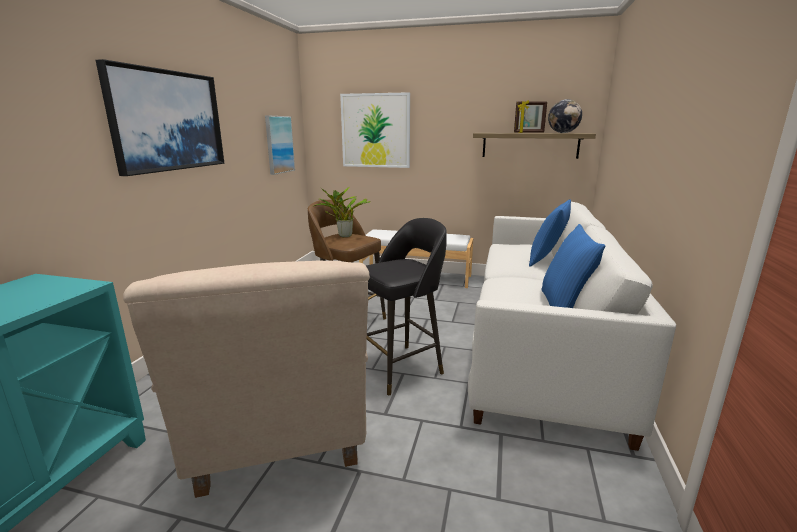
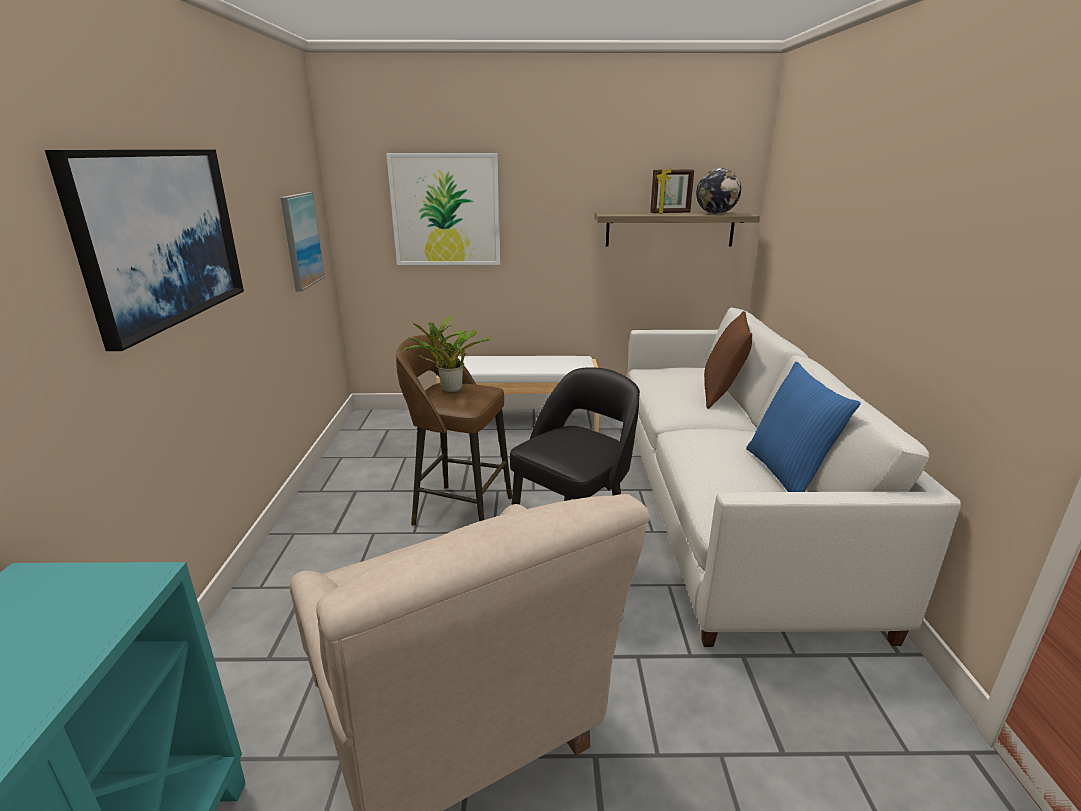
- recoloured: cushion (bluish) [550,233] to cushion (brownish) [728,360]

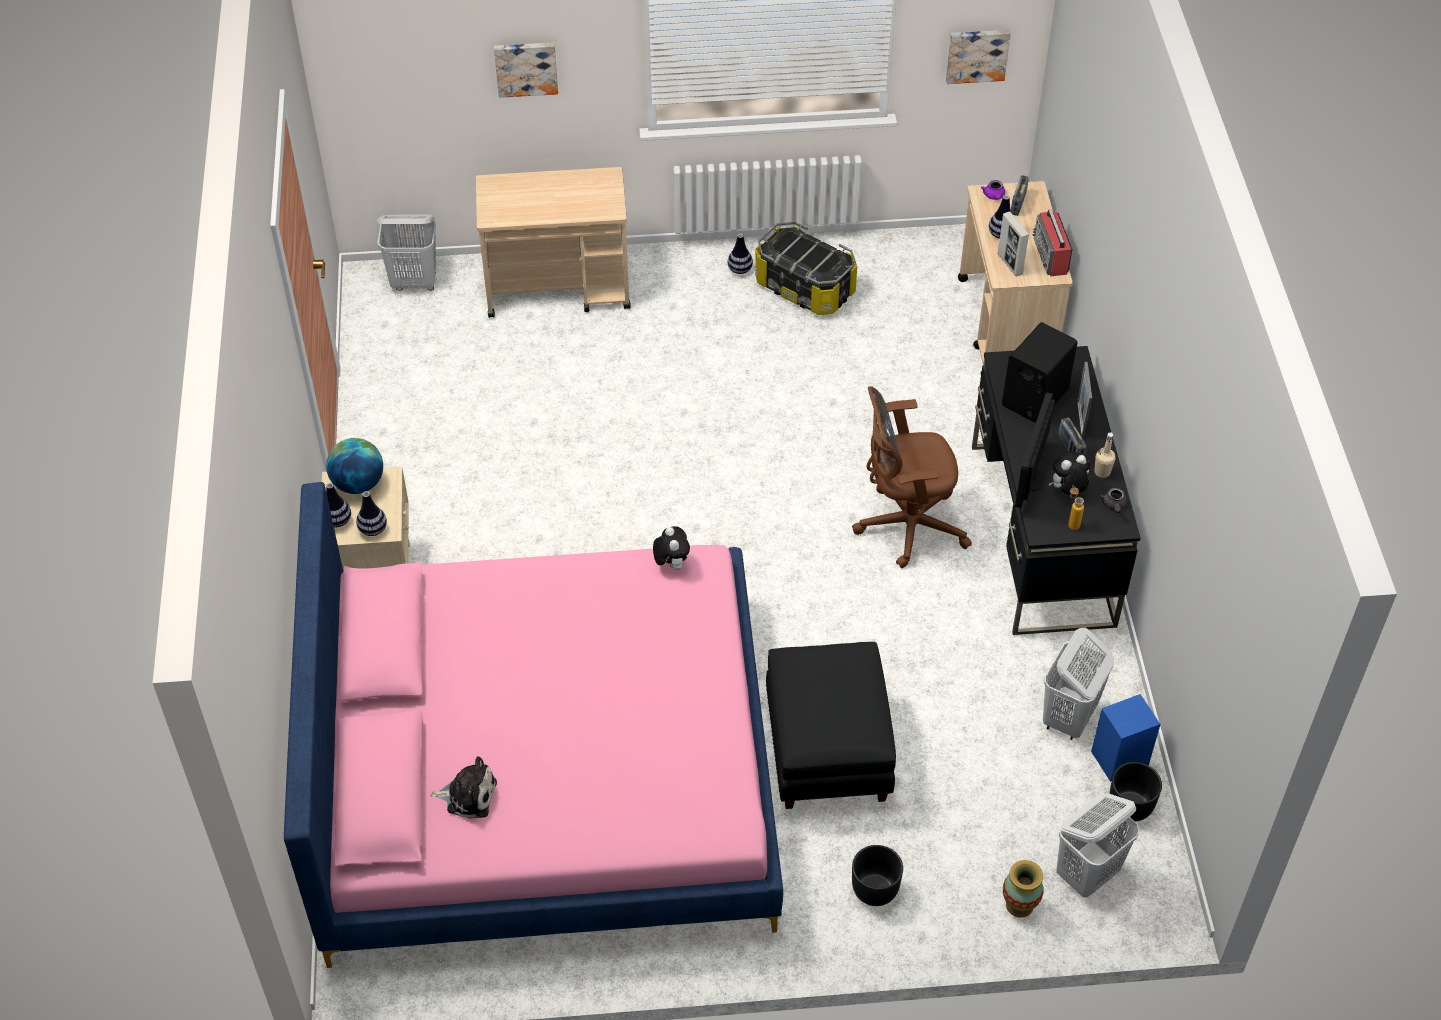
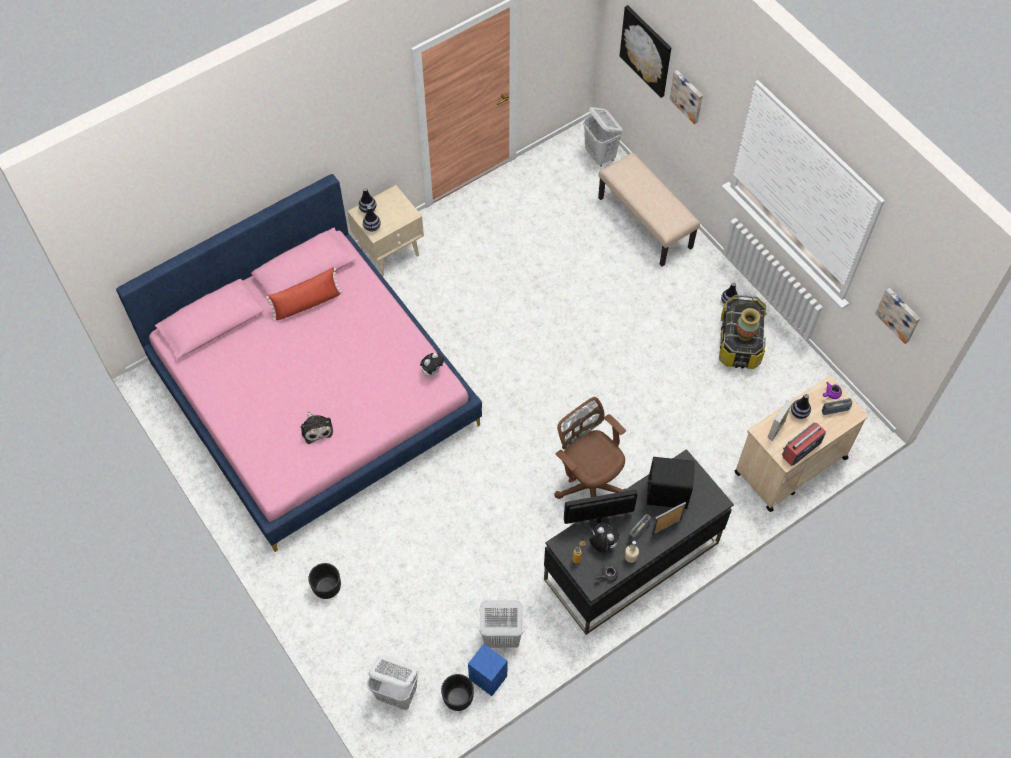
- added: cushion (red) [304,293]
- moved: plush toy [463,787] to [317,428]
- replaced: cart (sand-coloured) [553,242] to bench (sand-coloured) [649,209]
- added: wall art [645,51]
- moved: decorative vase [1023,889] to [748,324]
- removed: globe [354,466]
- removed: footrest (black) [831,725]

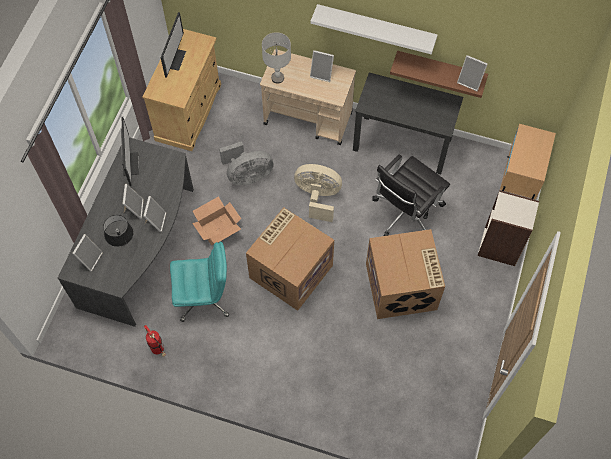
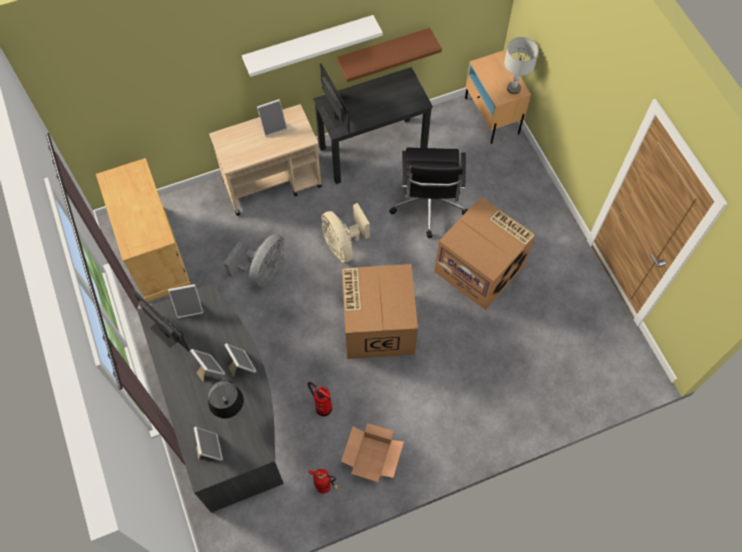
- moved: photo frame [472,73] to [185,301]
- replaced: computer chair (turquoise-coloured) [199,282] to fire-fighting cylinder [320,399]
- moved: computer screen [173,45] to [335,98]
- turned: cooling fan (sand-coloured) [318,193] = [345,233] 90 degrees counterclockwise
- moved: cardboard box [216,220] to [372,452]
- moved: tabletop lamp (greyish) [276,58] to [521,65]
- removed: bookshelf [508,228]

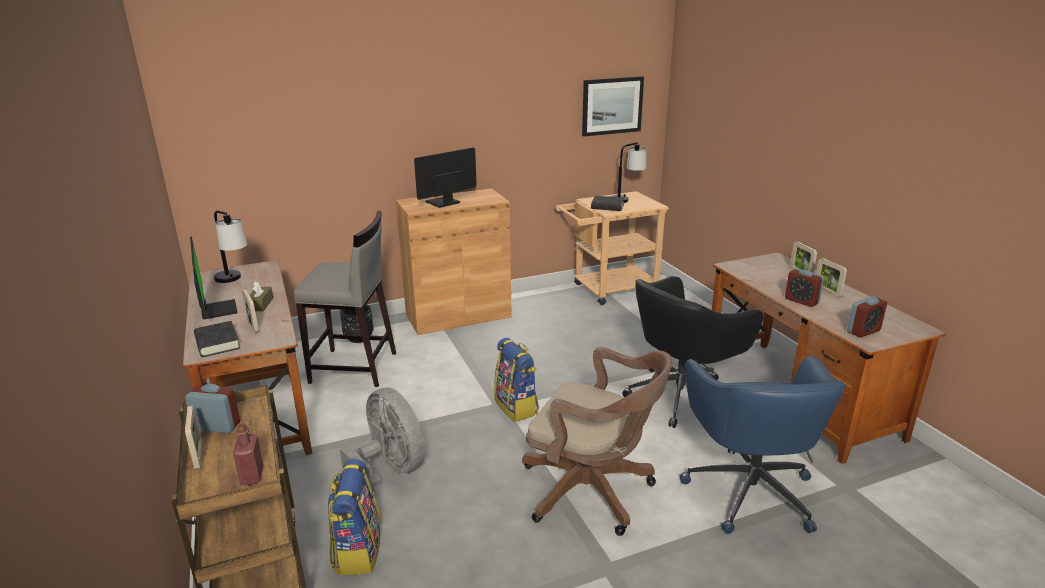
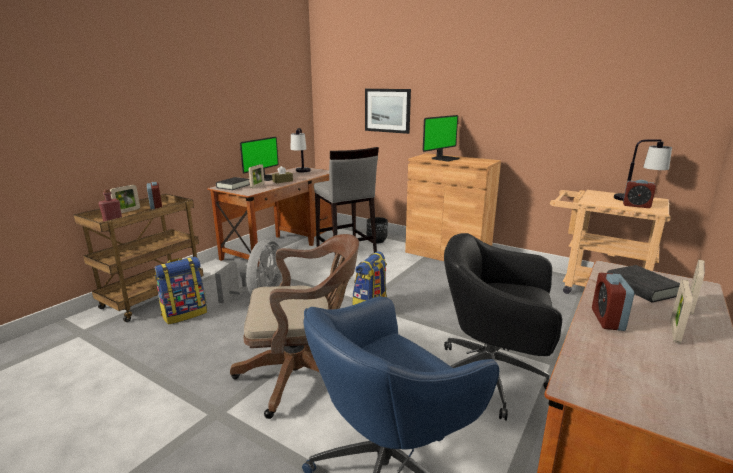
- turned: computer chair (brownish) [597,441] = [294,326] 90 degrees counterclockwise
- moved: wall art [613,106] to [388,111]
- turned: computer screen [445,177] = [441,138] 120 degrees clockwise
- moved: book (black) [607,203] to [643,283]
- moved: alarm clock [867,317] to [639,194]

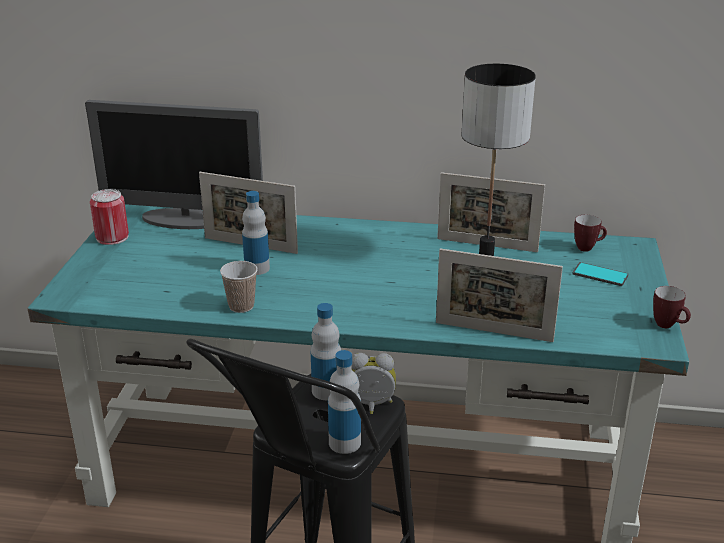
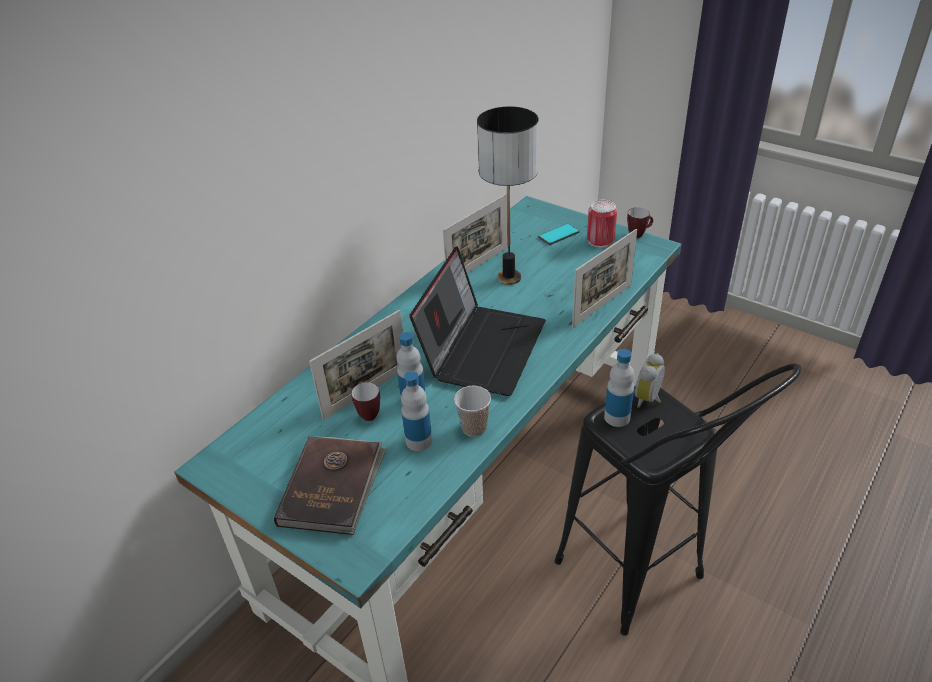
- added: book (brownish) [330,485]
- moved: coffee mug [590,233] to [365,401]
- moved: drink bottle [344,402] to [416,411]
- added: notebook computer [477,321]
- moved: sealed can [109,217] to [602,224]
- removed: computer screen [174,164]

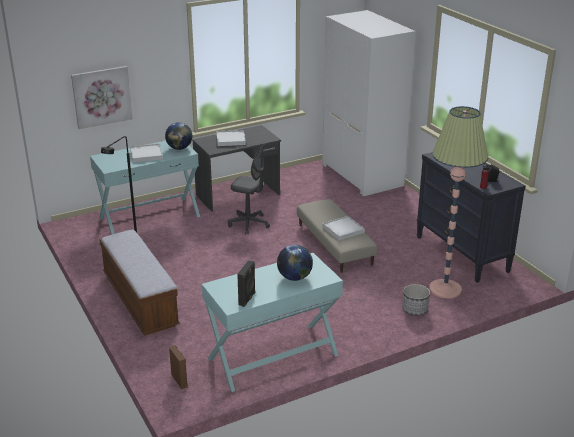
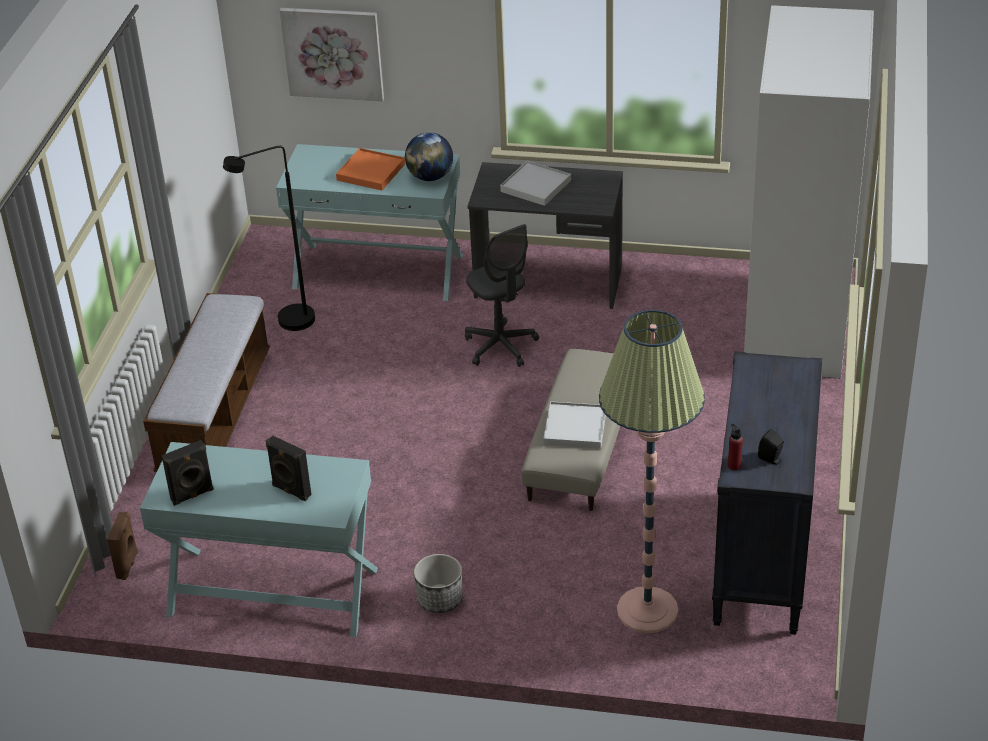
- replaced: globe [295,263] to loudspeaker (black) [289,468]
- recoloured: serving tray (white-coloured) [146,153] to serving tray (orangey) [370,169]
- moved: planter [416,300] to [438,583]

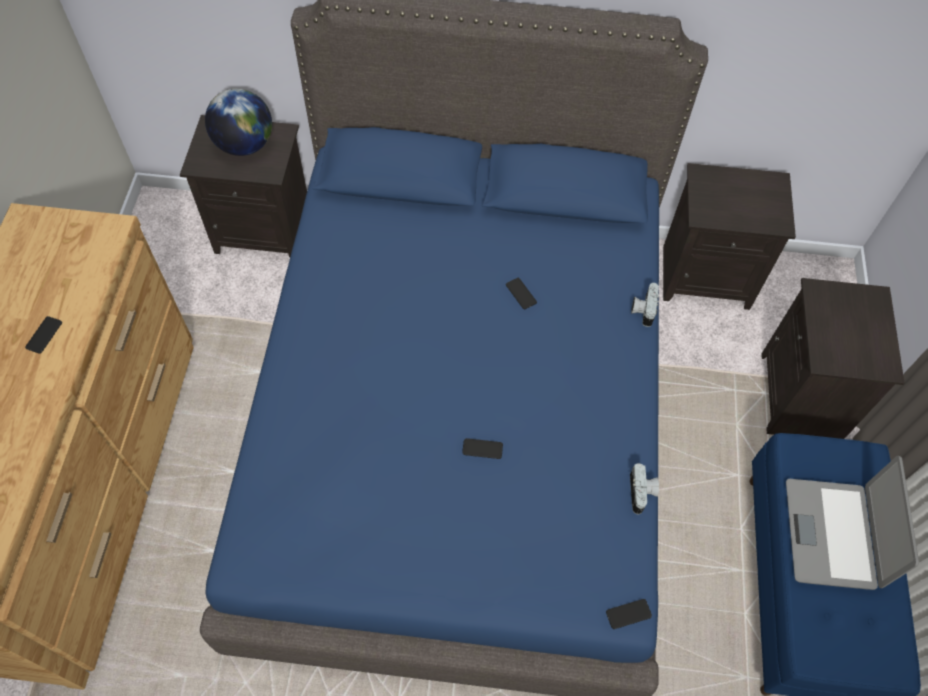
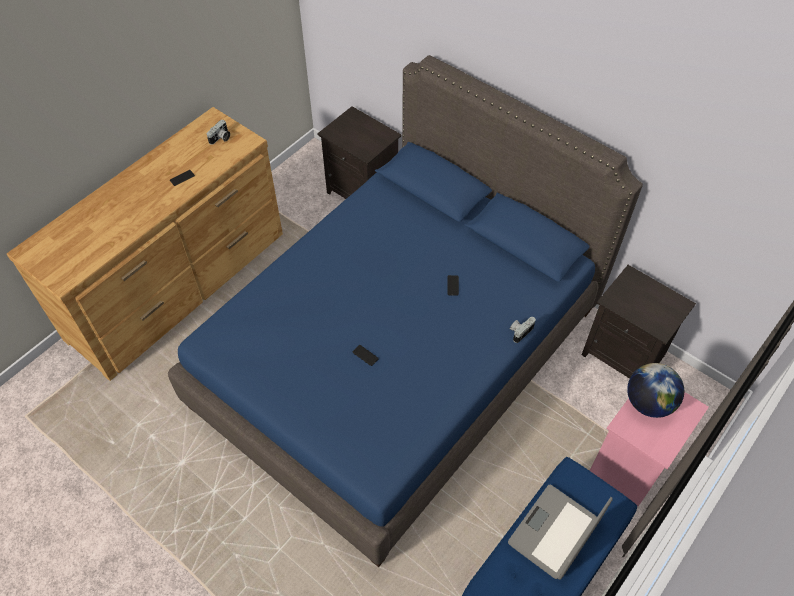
- moved: still camera [644,488] to [218,132]
- recoloured: night table (black) [832,358] to night table (pink) [649,449]
- moved: globe [238,122] to [655,390]
- removed: handset [629,614]

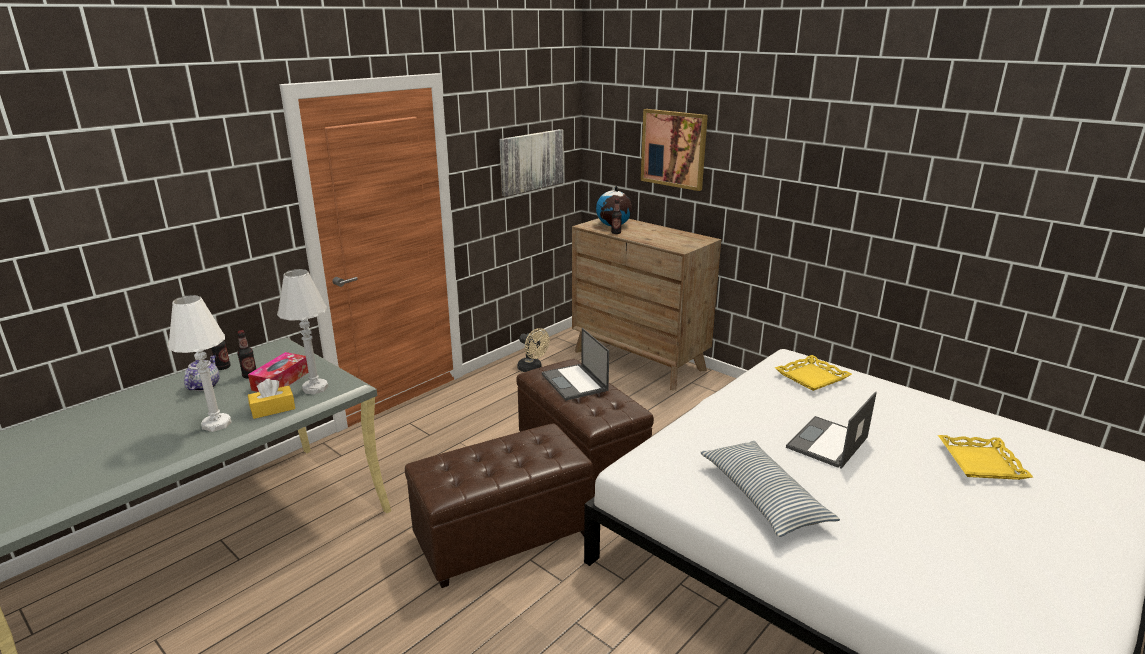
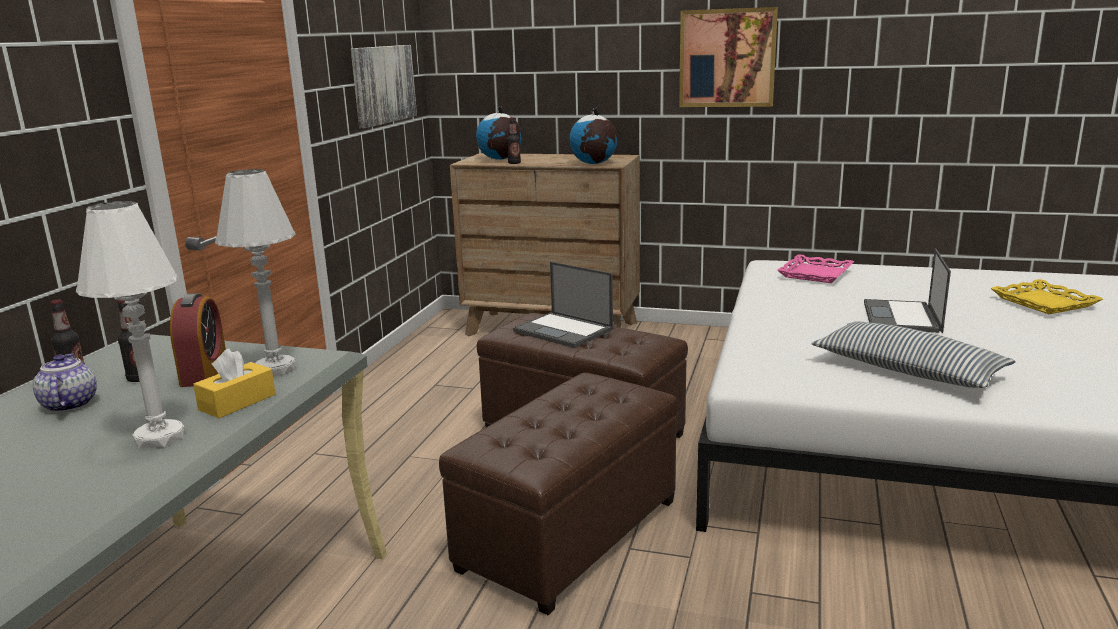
- replaced: box of tissues [278,372] to alarm clock [198,340]
- added: globe [593,136]
- moved: wall art [674,150] to [728,57]
- recoloured: serving tray (yellowish) [813,373] to serving tray (pink) [815,268]
- removed: cooling fan (sand-coloured) [533,350]

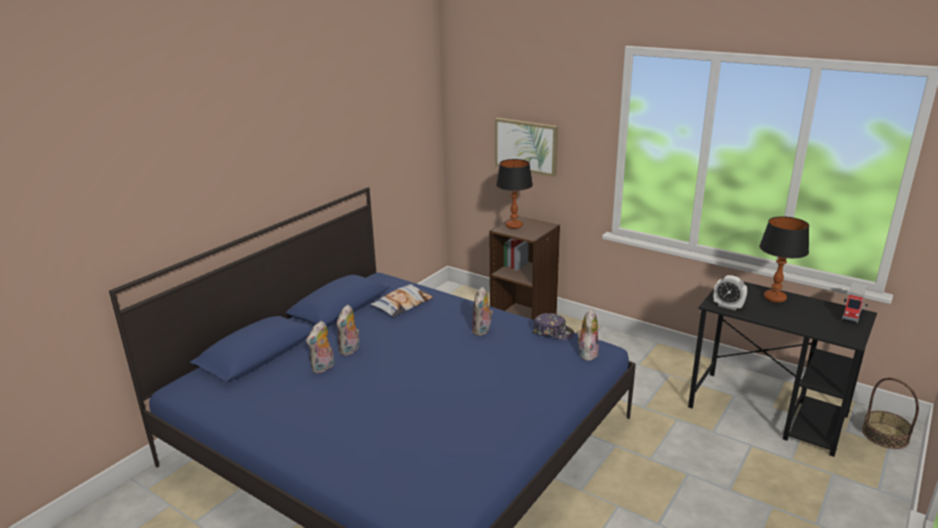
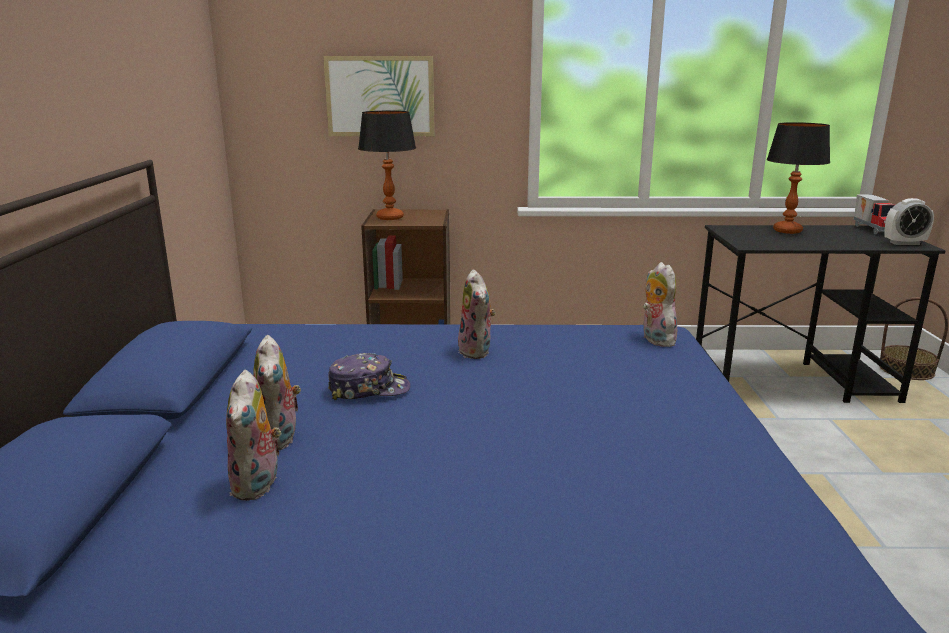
- moved: peaked cap [553,326] to [369,376]
- moved: alarm clock [730,293] to [909,221]
- removed: cushion [402,300]

